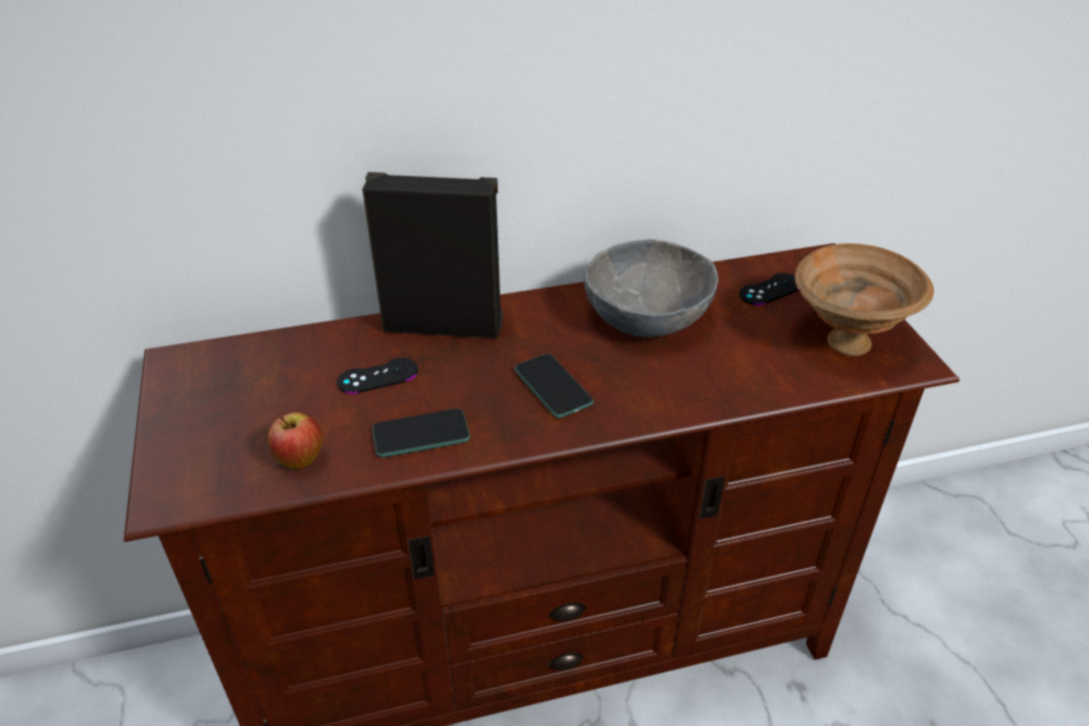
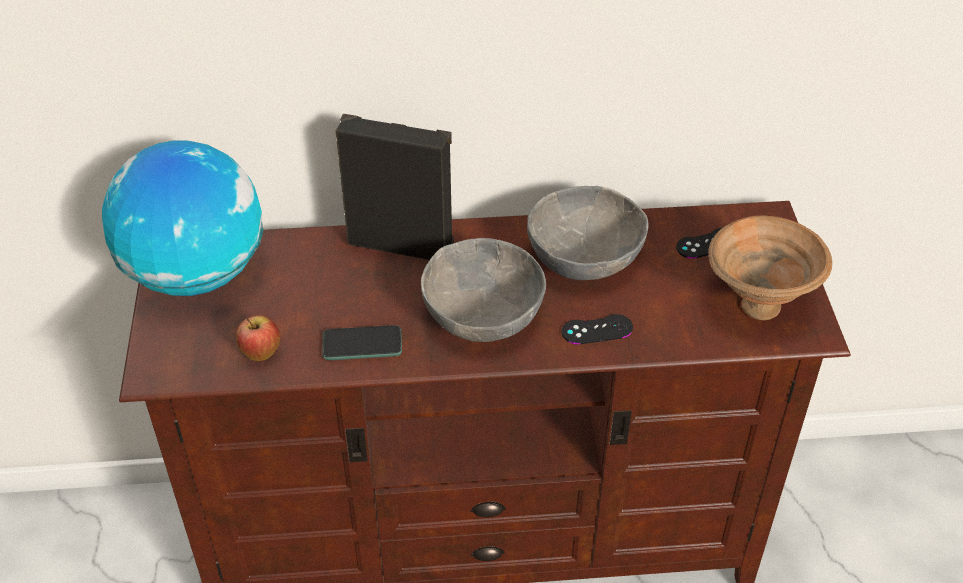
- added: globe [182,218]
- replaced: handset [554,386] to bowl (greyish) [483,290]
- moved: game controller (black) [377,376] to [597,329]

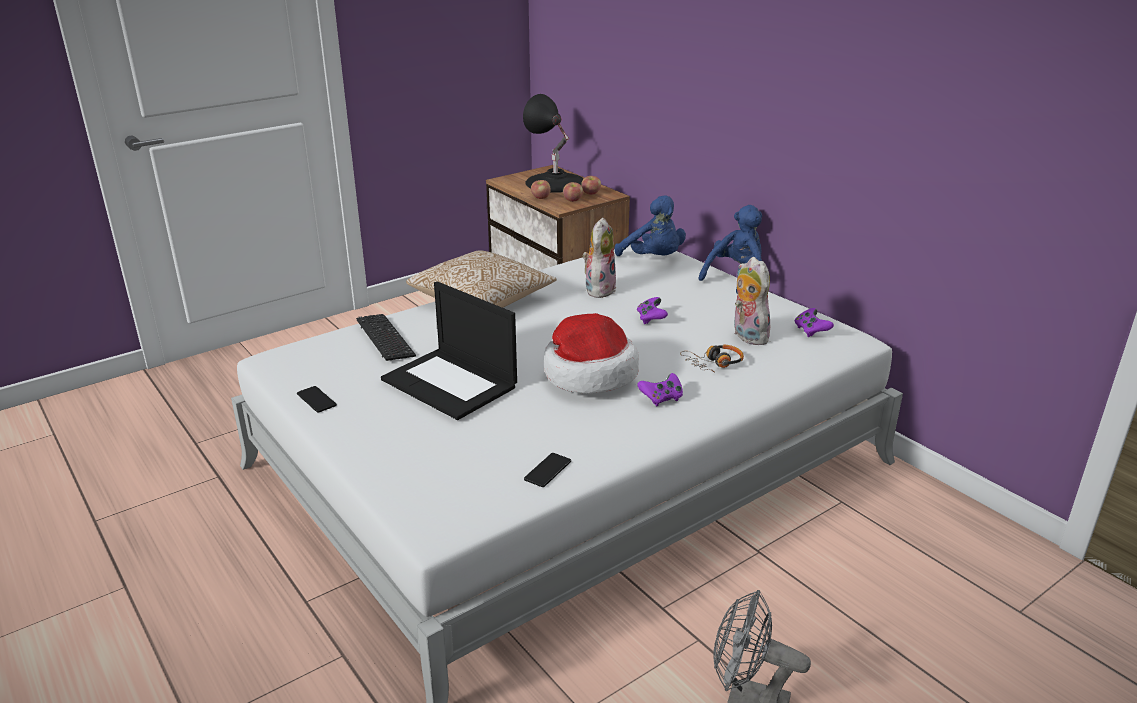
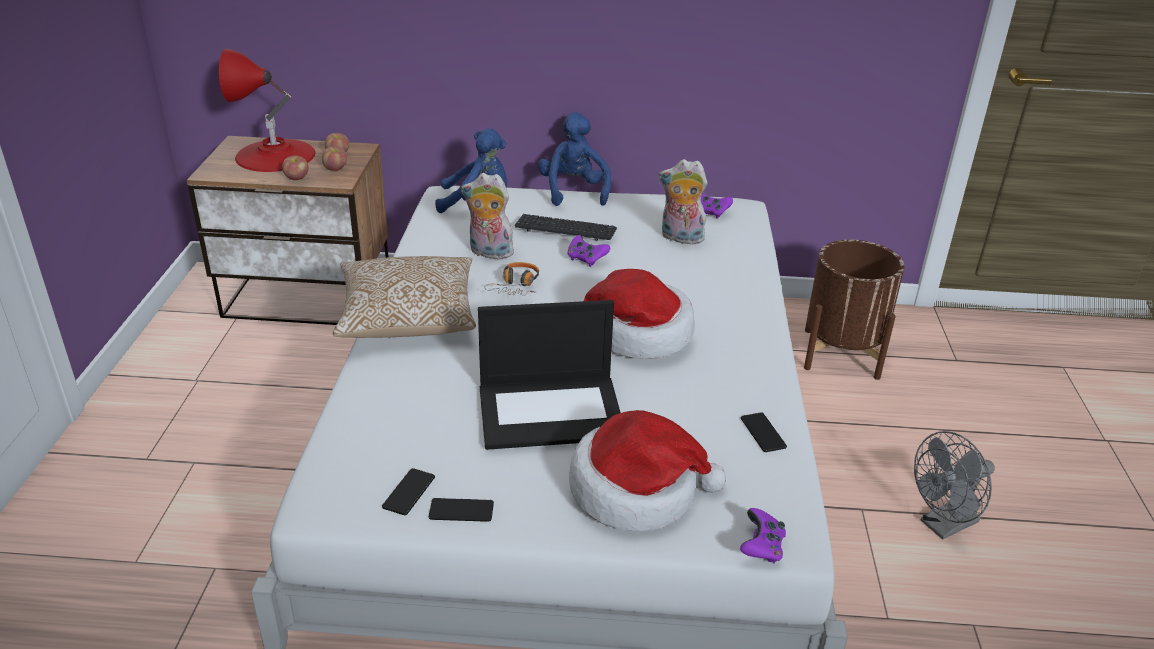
- recoloured: tabletop lamp (black) [553,143] to tabletop lamp (red) [267,110]
- added: handset [408,491]
- turned: plush toy [599,258] = [488,216] 45 degrees counterclockwise
- moved: headset [712,359] to [512,279]
- moved: PC keyboard [386,337] to [566,227]
- added: hat [647,471]
- moved: game controller (purple) [660,389] to [763,535]
- added: planter (brownish) [854,310]

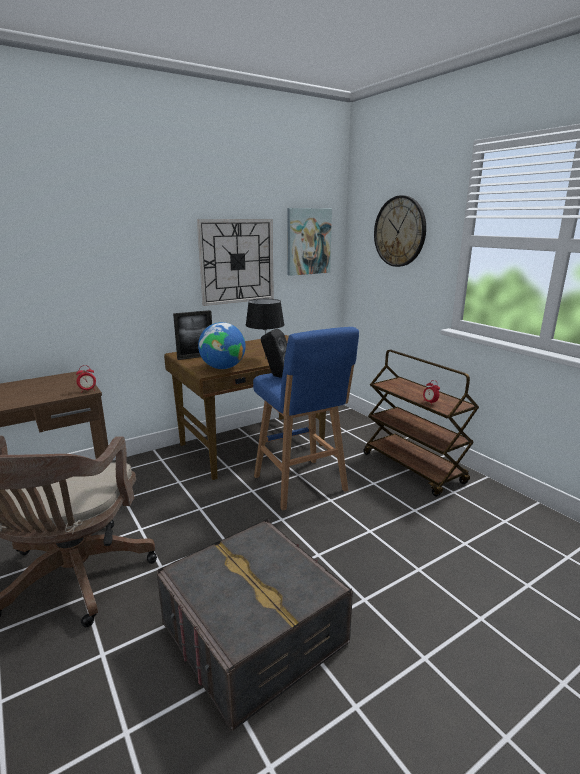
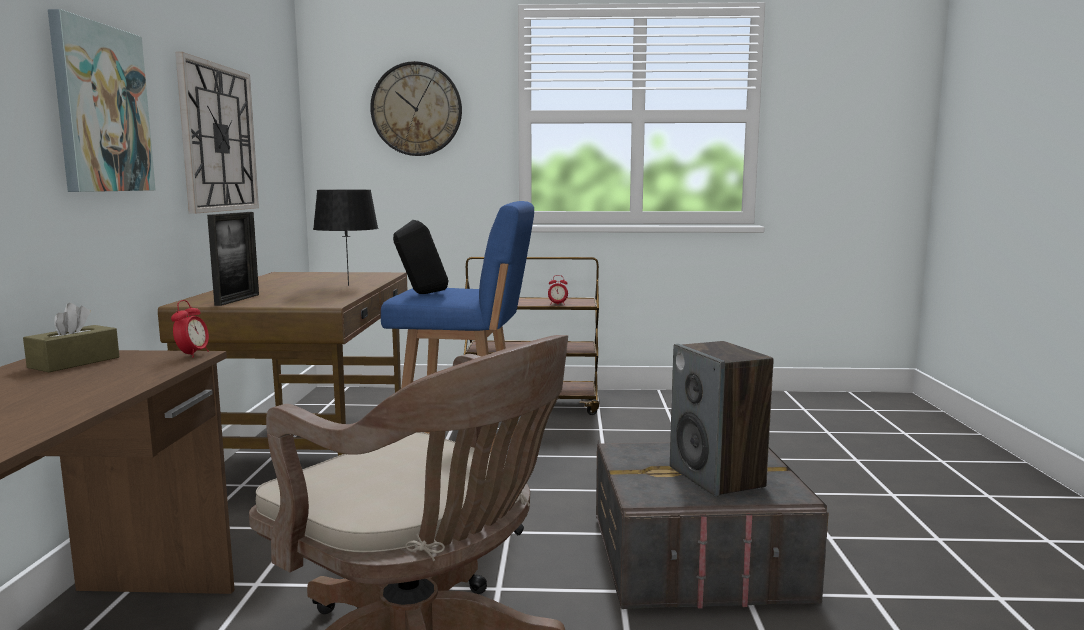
- added: box of tissues (brownish) [71,337]
- moved: wall art [309,242] to [102,100]
- added: loudspeaker [721,419]
- removed: globe [222,345]

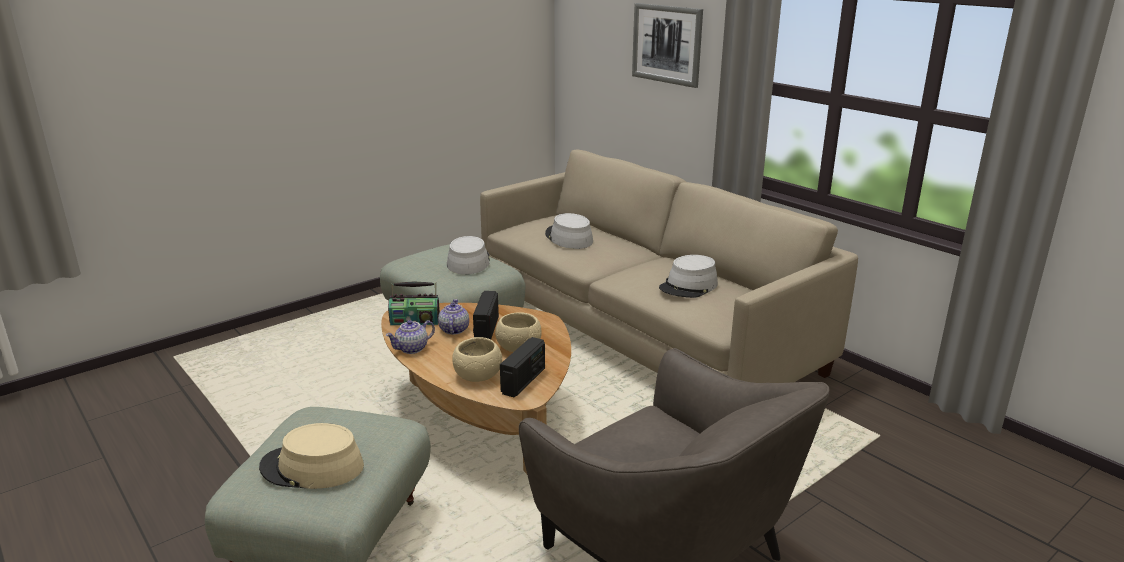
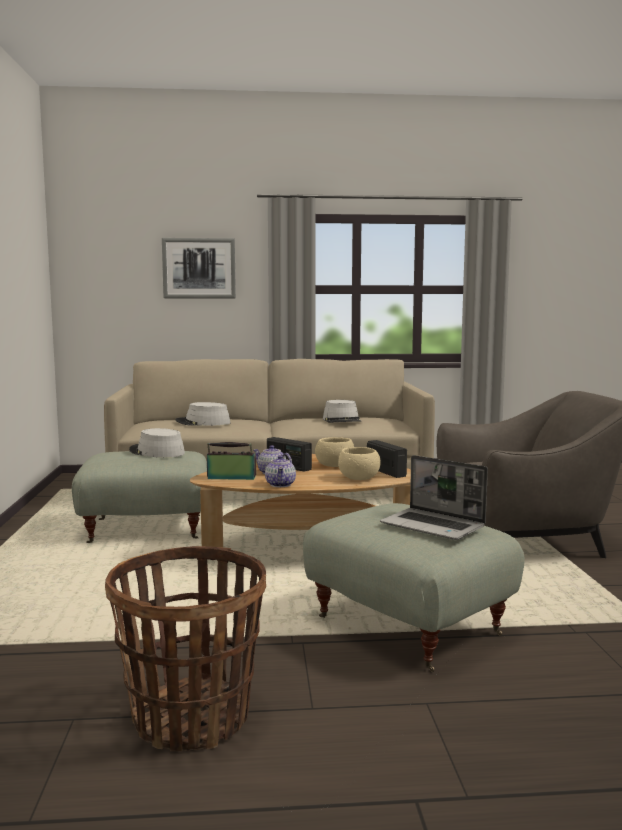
- added: household basket [185,648]
- turned: radio set [414,303] = [231,461] 120 degrees counterclockwise
- replaced: hat (sand-coloured) [311,456] to notebook computer [434,497]

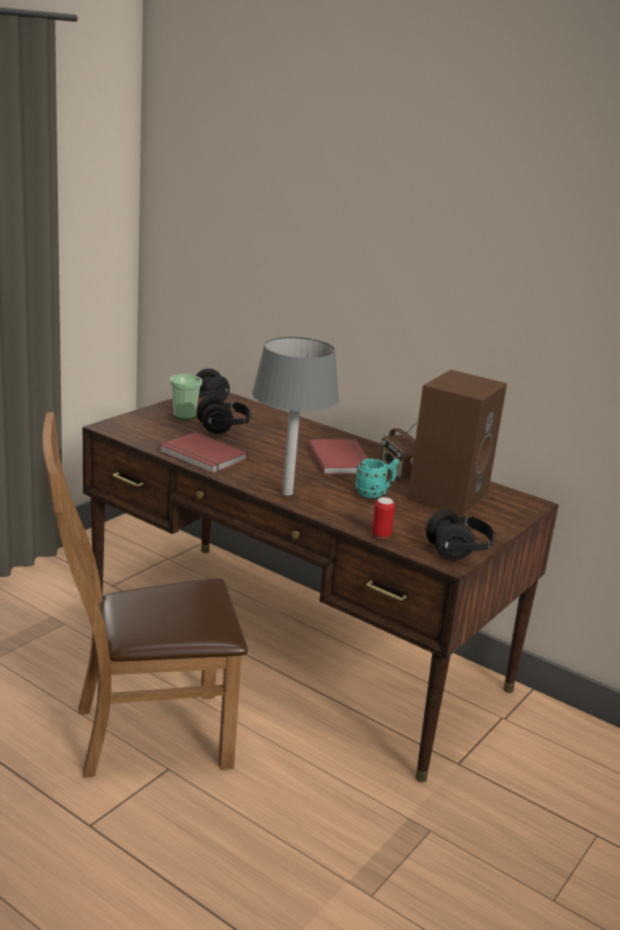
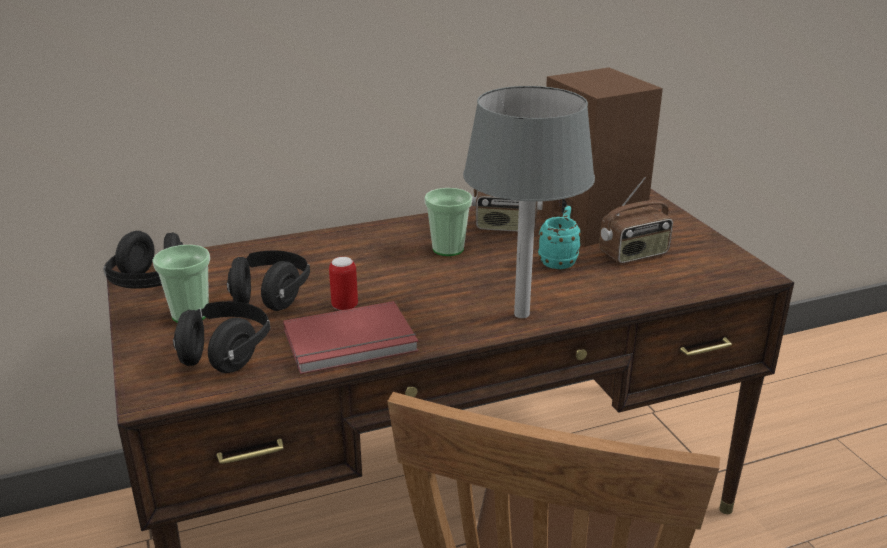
- moved: headset (black) [461,534] to [221,337]
- moved: sealed can [383,518] to [343,284]
- replaced: book (red) [338,457] to cup [448,222]
- added: radio set [636,220]

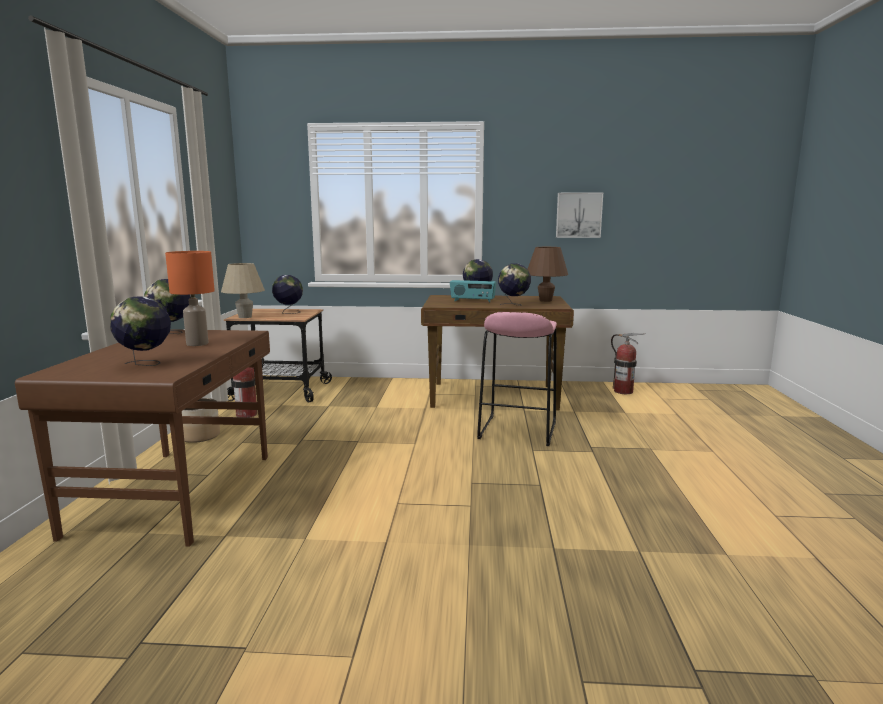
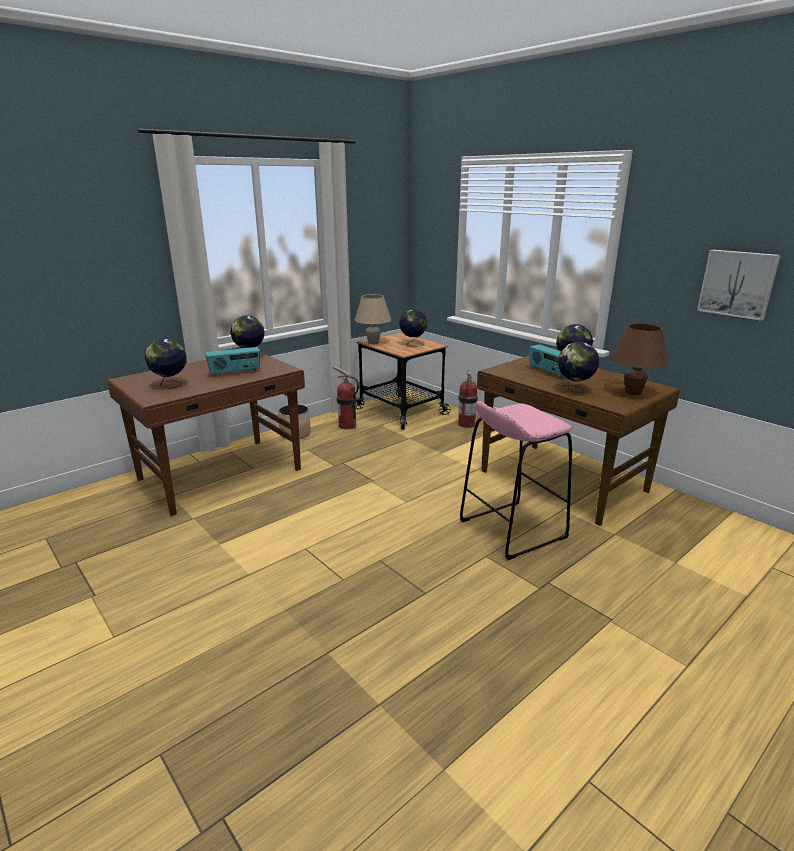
- replaced: tabletop lamp (orangey) [190,298] to radio set [232,362]
- moved: fire-fighting cylinder [628,363] to [468,399]

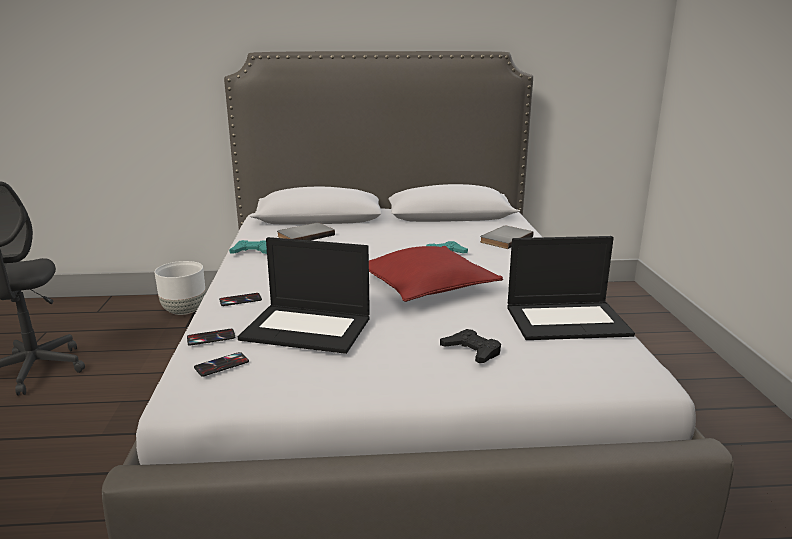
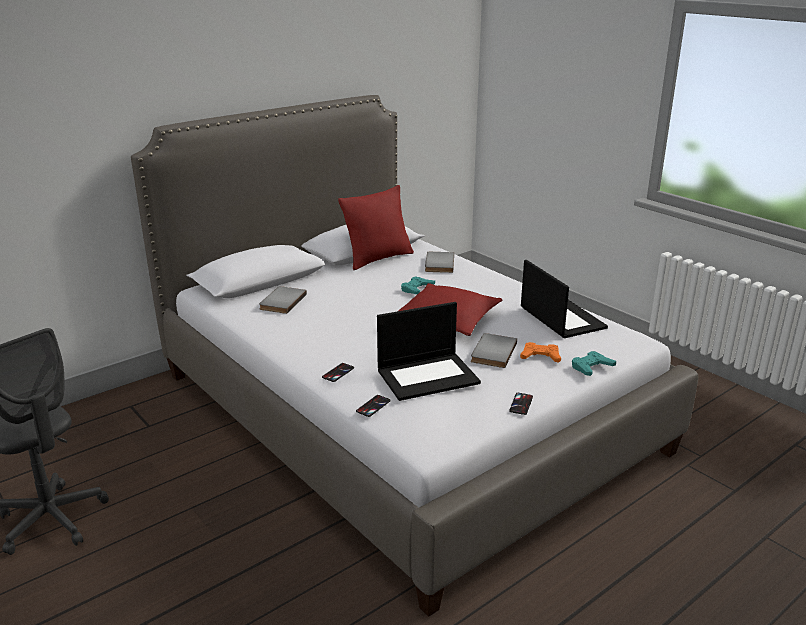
- added: cushion (red) [376,227]
- added: book (greyish) [494,350]
- moved: handset [221,364] to [521,404]
- recoloured: game controller (black) [470,346] to game controller (orangey) [540,352]
- turned: notebook computer [571,288] = [564,299] 75 degrees counterclockwise
- moved: game controller (turquoise-coloured) [248,247] to [594,363]
- removed: planter (white-coloured) [180,288]

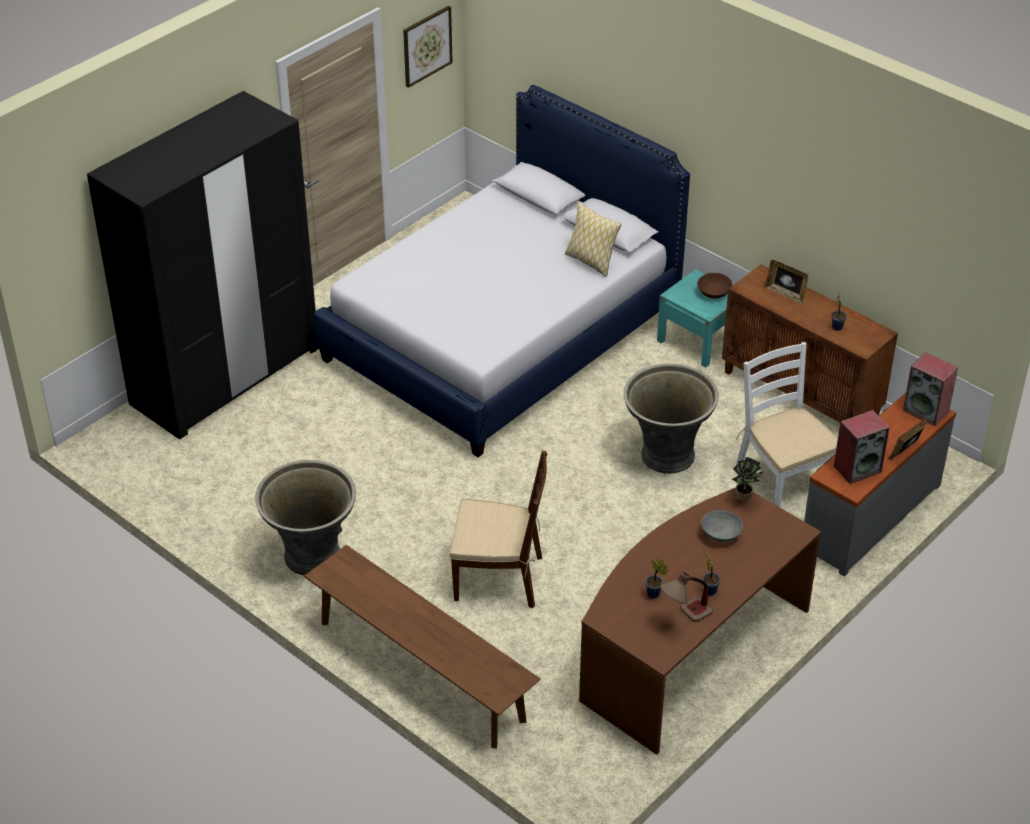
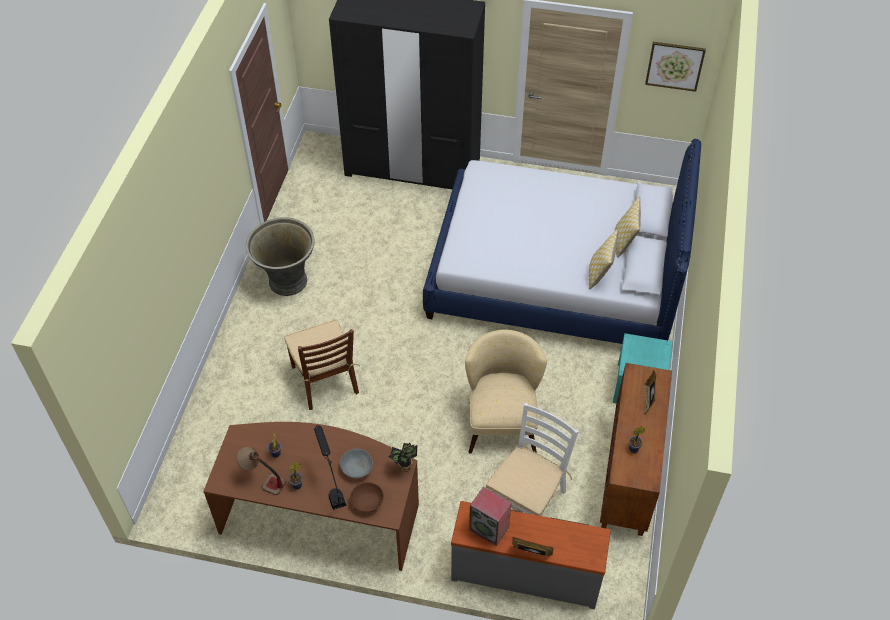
- added: tabletop lamp (black) [330,467]
- moved: bowl (brownish) [714,286] to [367,497]
- replaced: planter (greyish) [671,419] to armchair (sand-coloured) [506,391]
- added: cushion [628,227]
- removed: bench (brownish) [422,646]
- removed: loudspeaker [930,389]

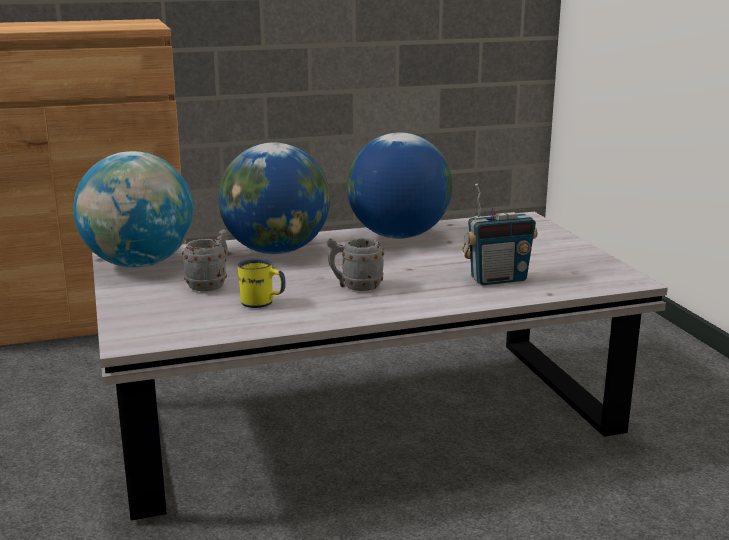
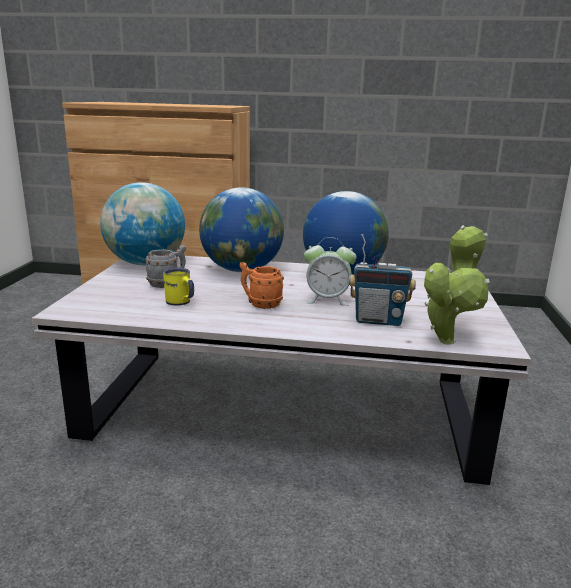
- recoloured: coffee mug (greyish) [355,264] to coffee mug (orangey) [262,285]
- added: alarm clock [330,271]
- added: plant in a pot [457,285]

